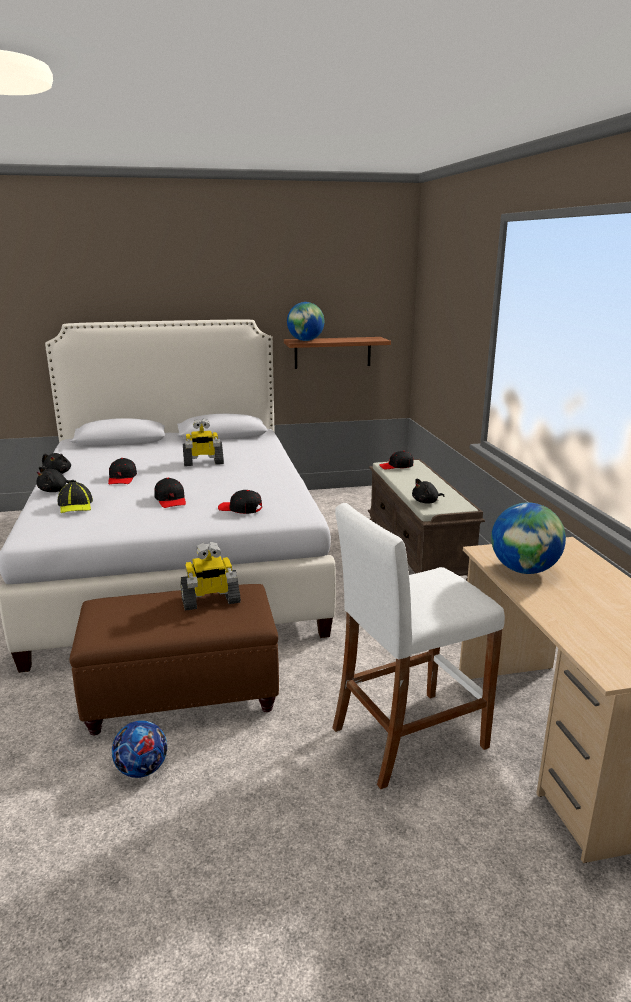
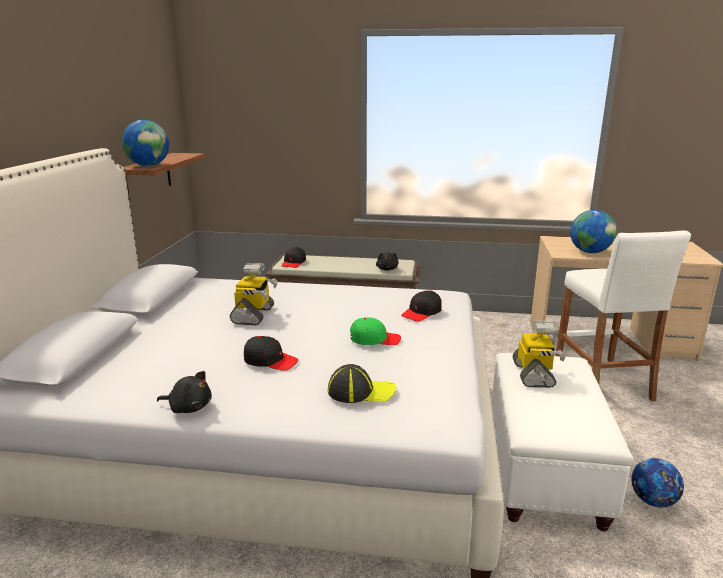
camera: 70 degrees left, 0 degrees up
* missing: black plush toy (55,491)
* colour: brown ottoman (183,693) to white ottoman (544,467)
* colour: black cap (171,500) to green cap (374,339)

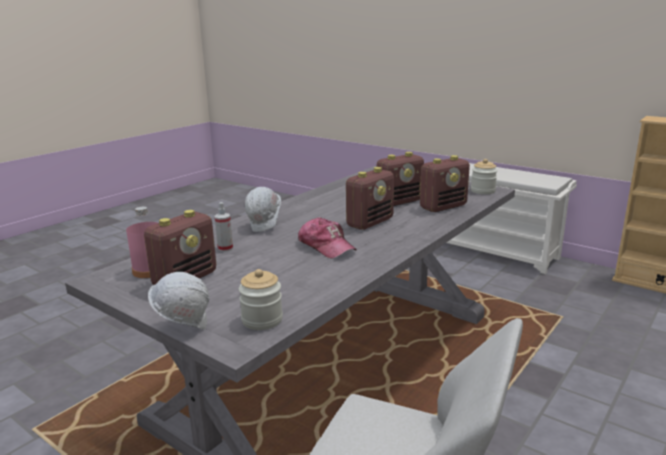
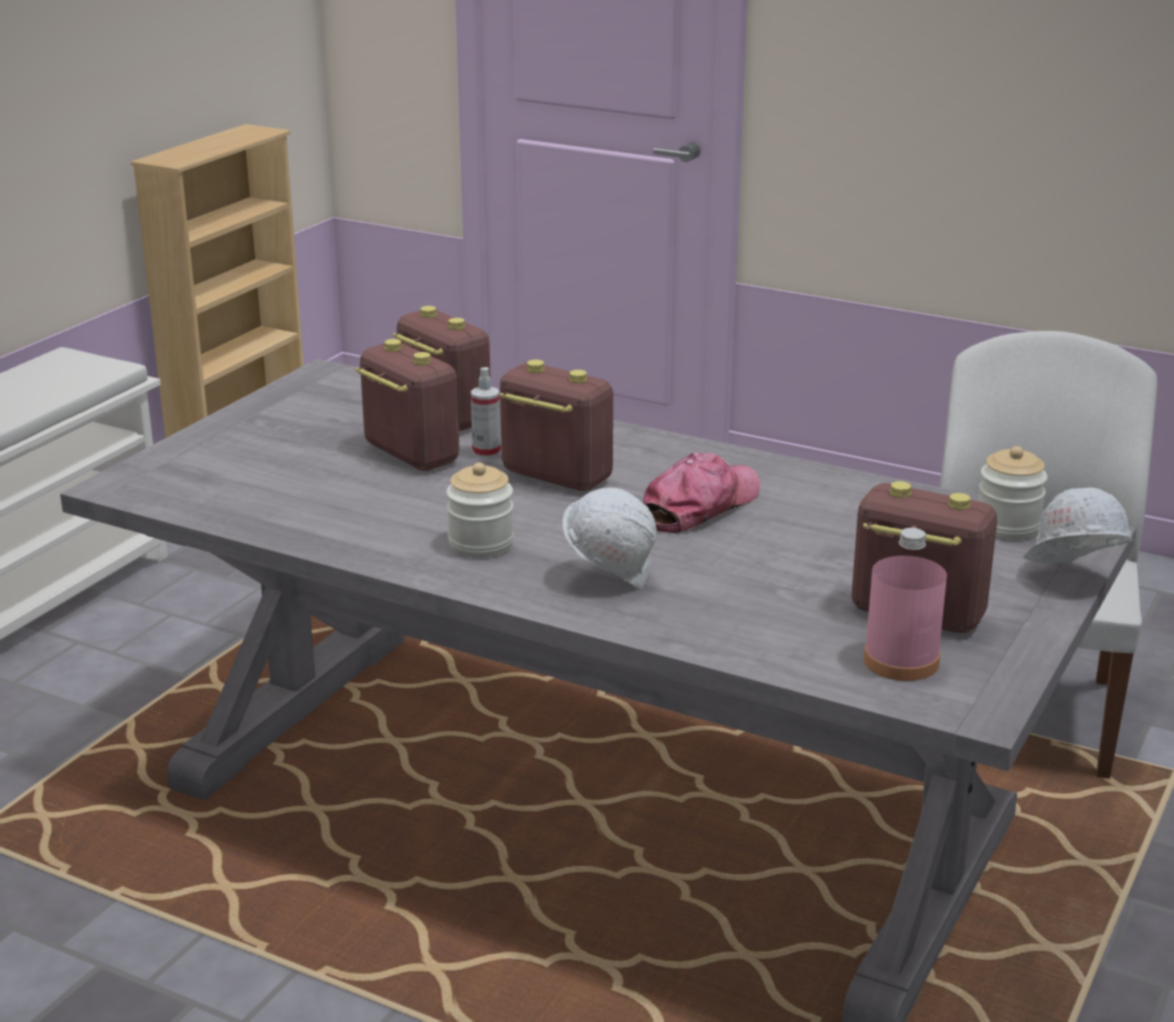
camera: 100 degrees left, 5 degrees up
* relocated: spray bottle (225,248) to (486,452)
* relocated: jar (483,191) to (481,544)

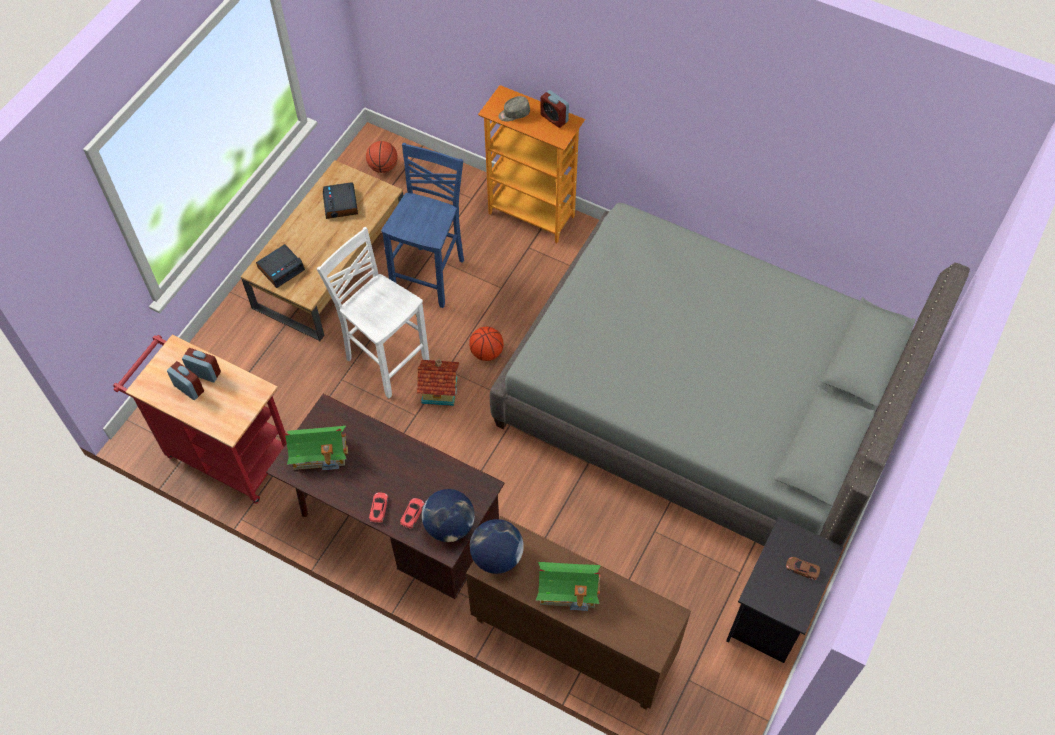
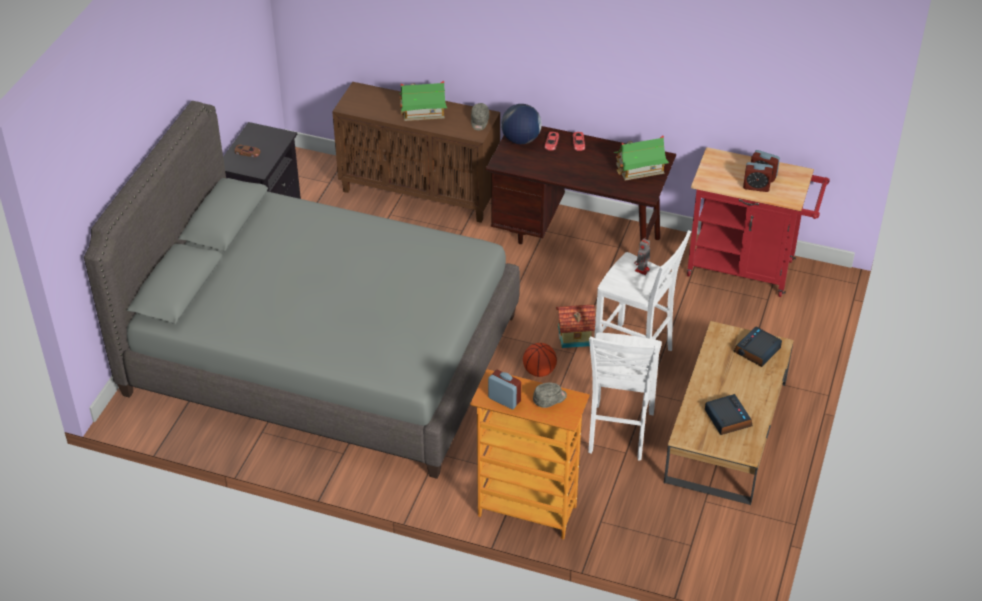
camera: 170 degrees right, 15 degrees down
* missing: basketball (383,167)
* colour: blue stool (431,275) to white stool (618,434)
* exchanged: globe (497,557) to grey cap (479,121)
* appeared: toy robot (641,270)

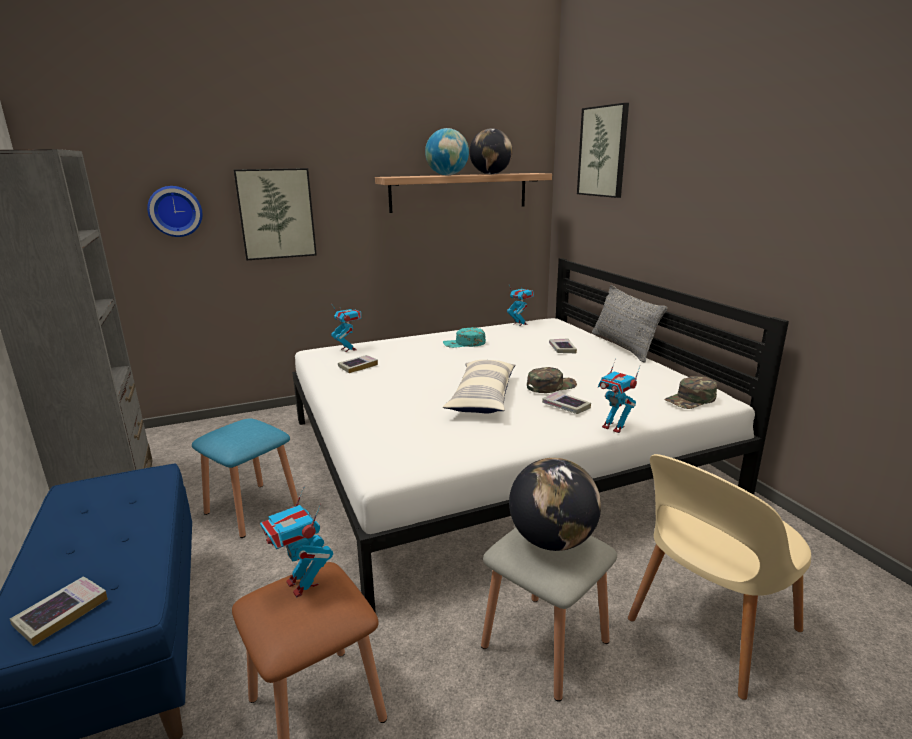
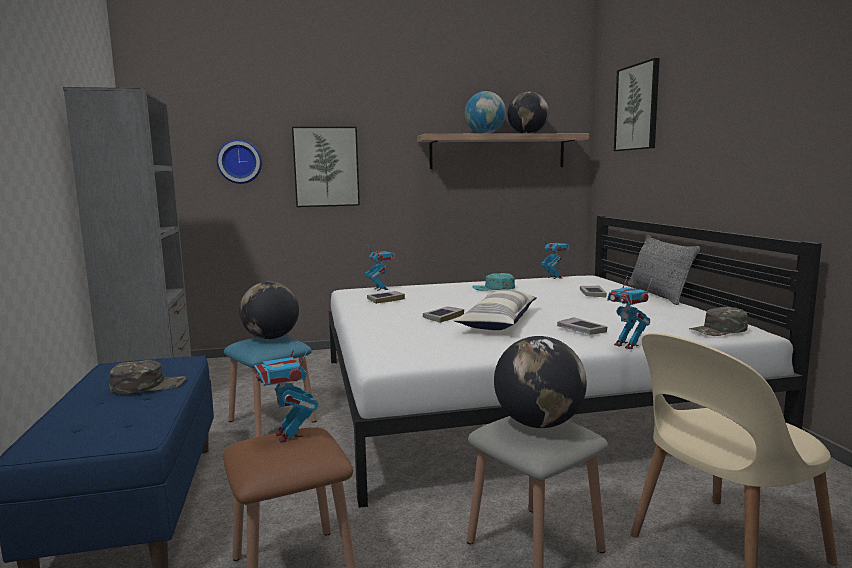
camera: 10 degrees right, 10 degrees down
* relocated: book (61,613) to (443,317)
* relocated: green cap (551,386) to (148,385)
* appeared: globe (271,338)

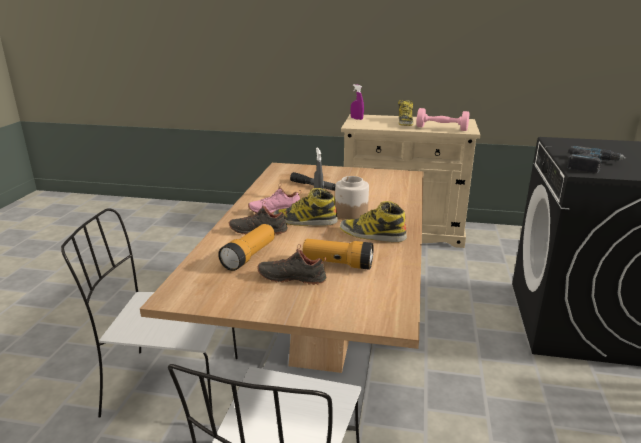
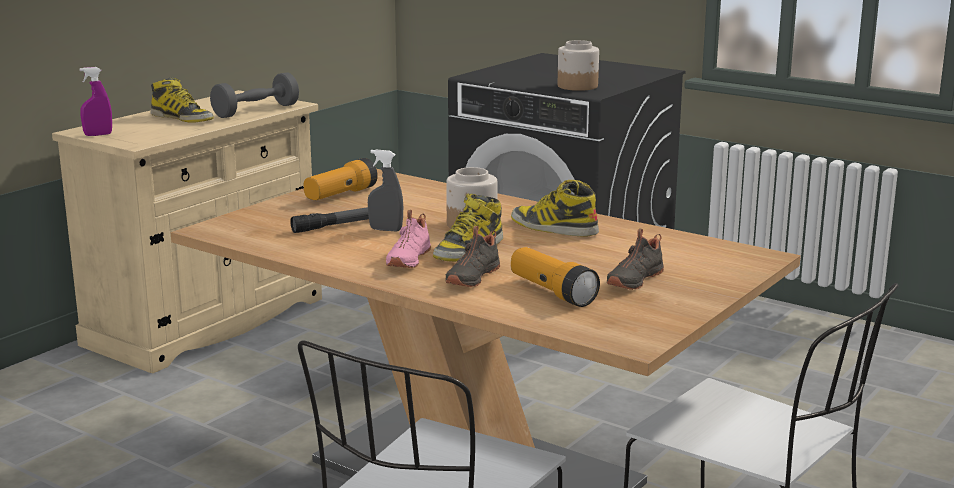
camera: 65 degrees left, 5 degrees down
* relocated: flashlight (338,264) to (340,195)
* spun: boot (372,235) = (553,228) 75 degrees clockwise
* colour: pink dumbbell (441,128) to grey dumbbell (256,111)
* exchanged: power drill (592,165) to jar (578,86)

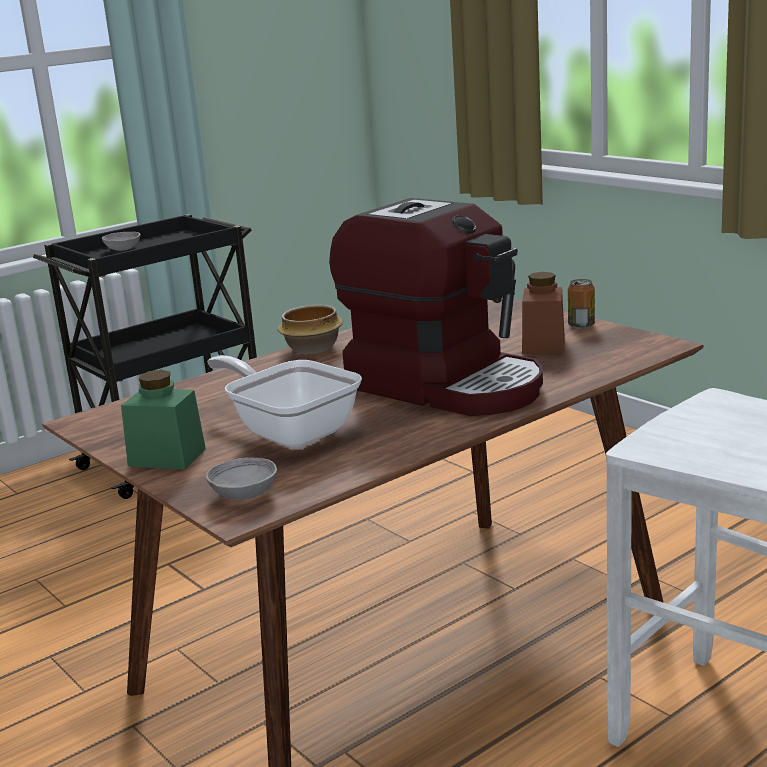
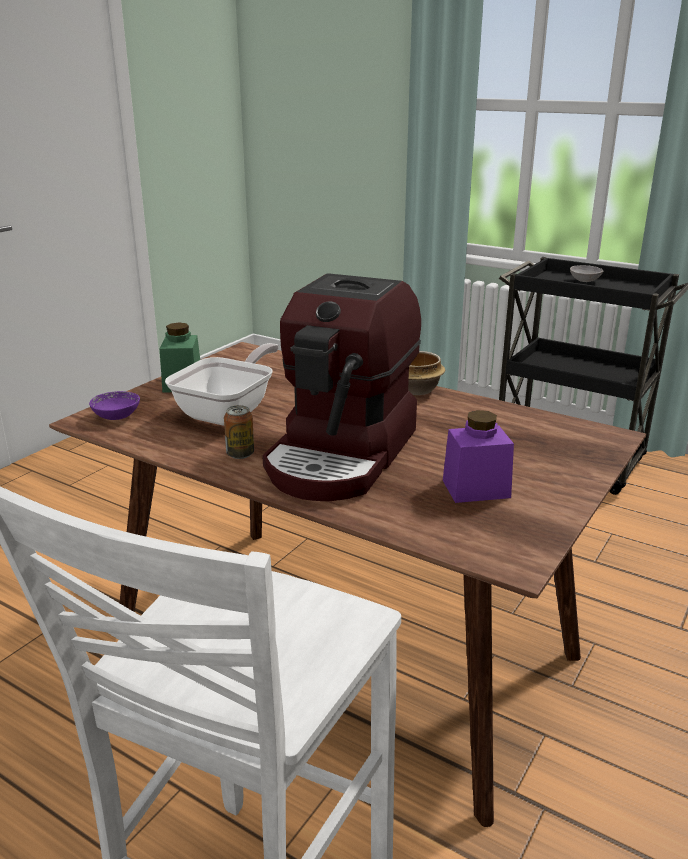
camera: 70 degrees right, 5 degrees up
* colour: grey bowl (244,494) to purple bowl (117,416)
* colour: brown jar (543,345) to purple jar (476,489)
* relocated: can (581,326) to (240,454)

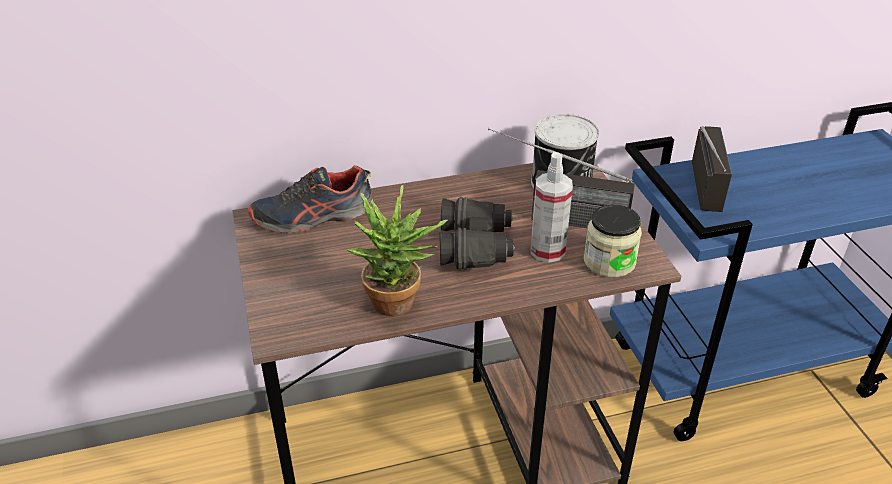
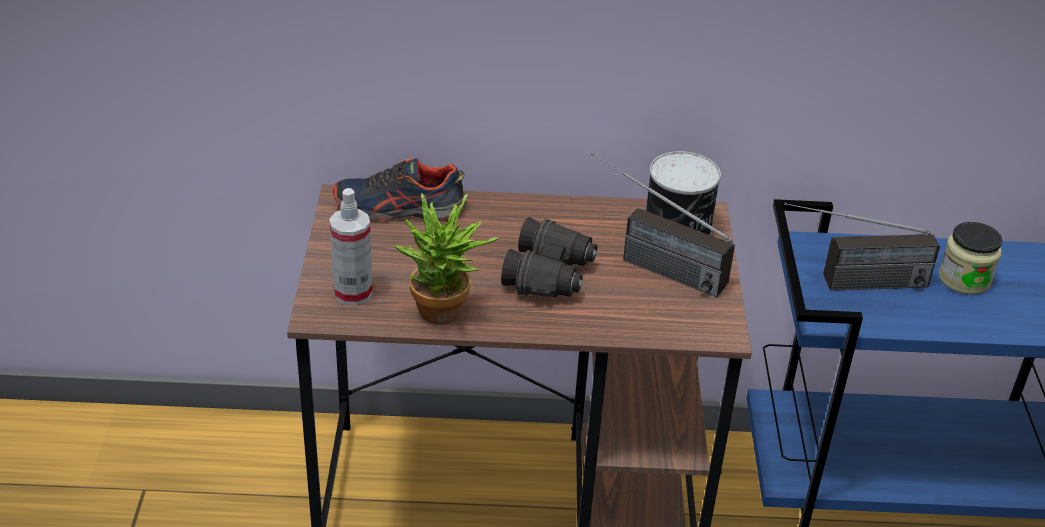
camera: 15 degrees right, 0 degrees up
* relocated: spray bottle (547,251) to (353,293)
* relocated: jar (609,262) to (964,279)
* spun: radio (711,200) = (849,284) 60 degrees clockwise

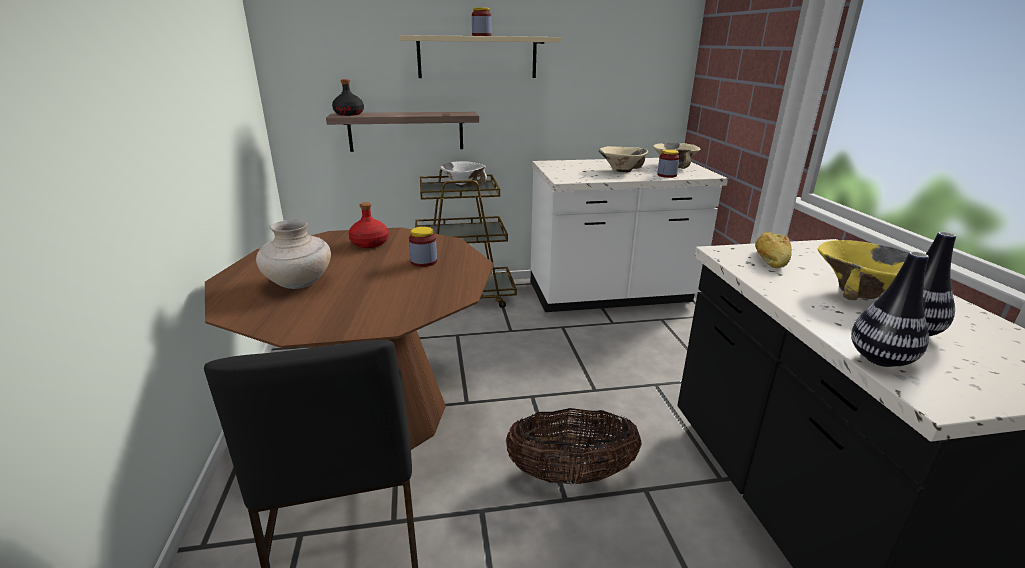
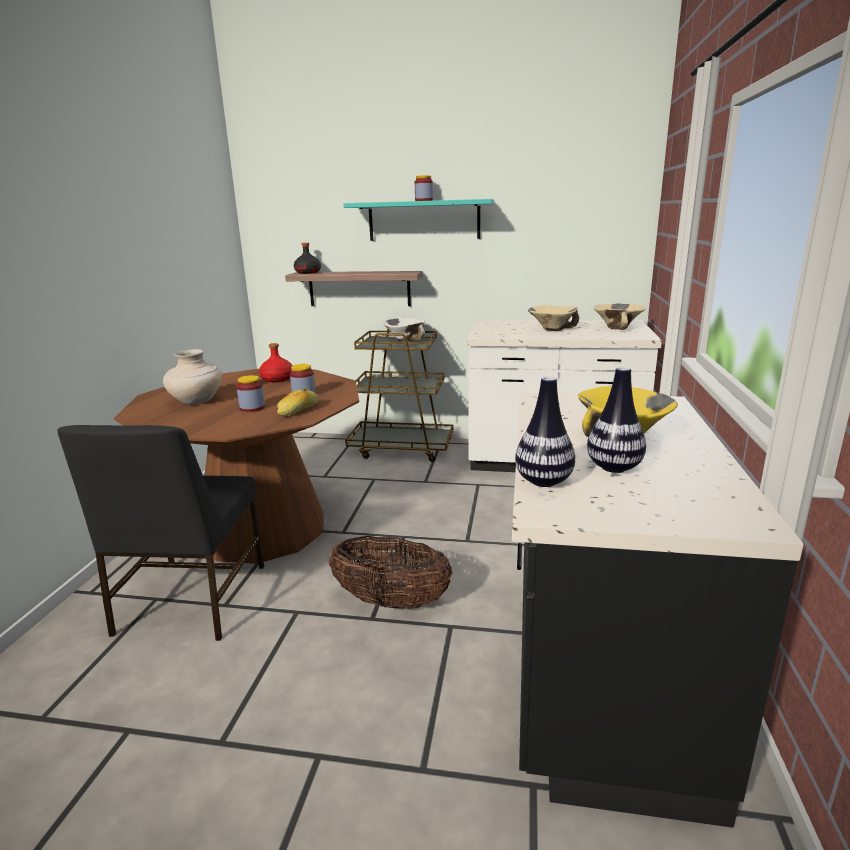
camera: 20 degrees right, 5 degrees down
* colour: beige shelf (477,57) to turquoise shelf (424,220)
* relocated: jar (667,175) to (252,408)
* relocated: bread (769,259) to (298,411)

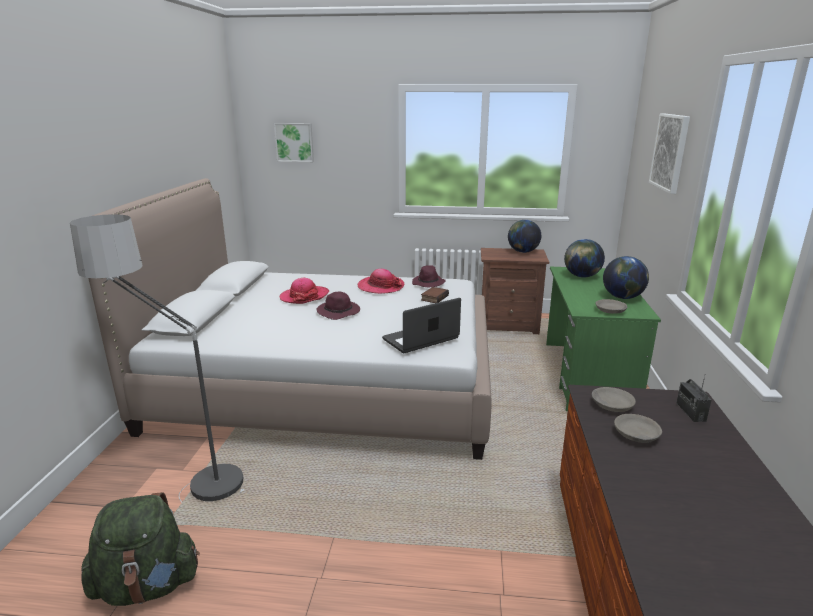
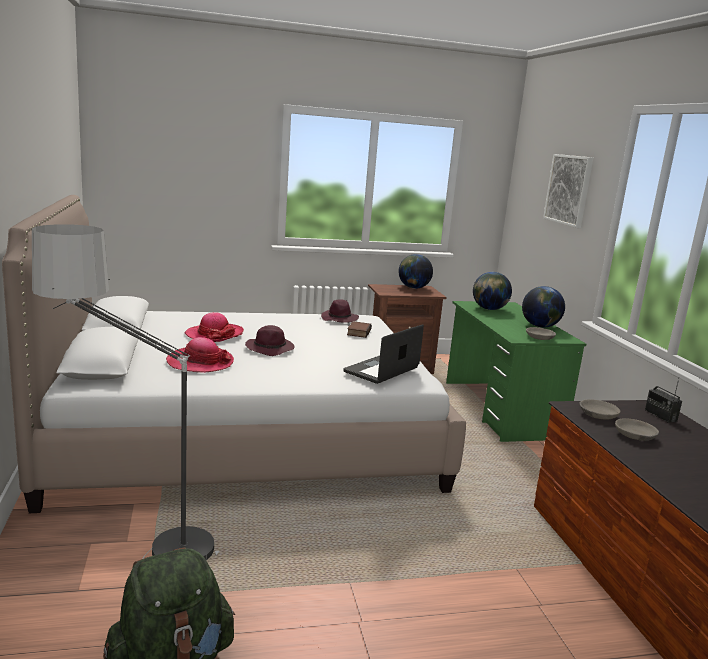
camera: 20 degrees left, 5 degrees down
* missing: picture (294,142)
* relocated: hat (381,286) to (200,362)

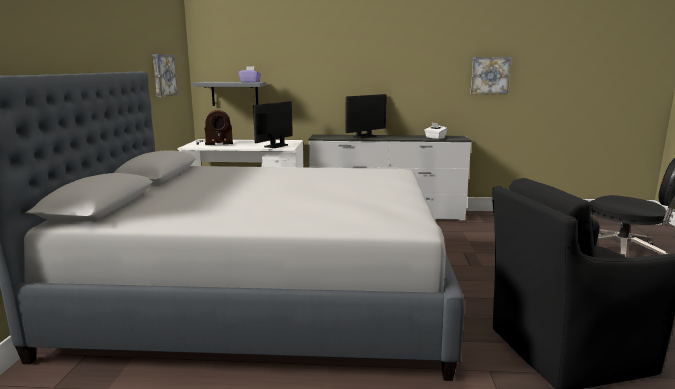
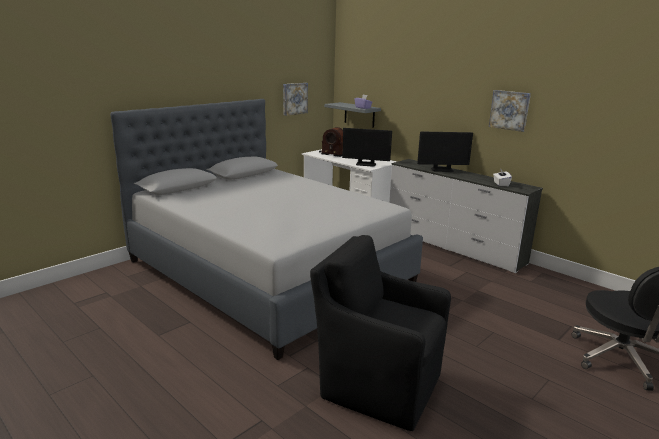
camera: 40 degrees right, 5 degrees up
* spun: monitor (276,146) = (366,164) 150 degrees counterclockwise
* relocated: picture (489,75) to (510,110)

